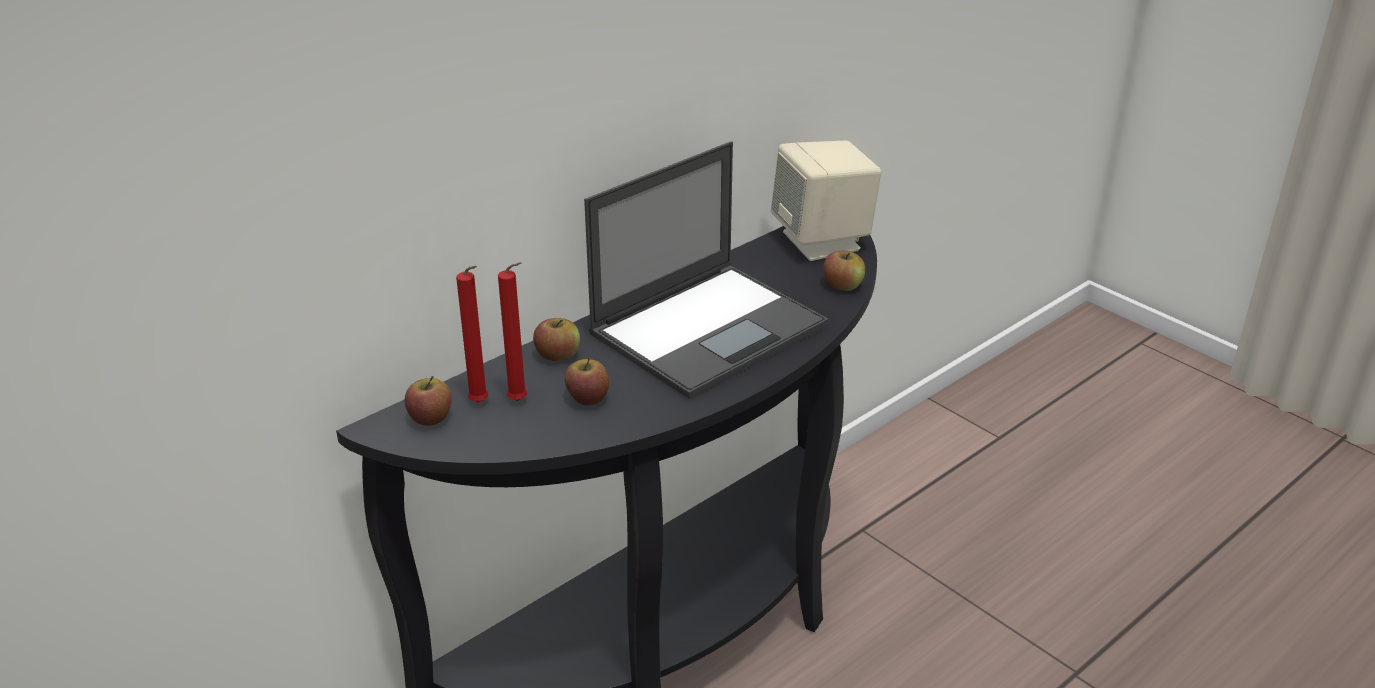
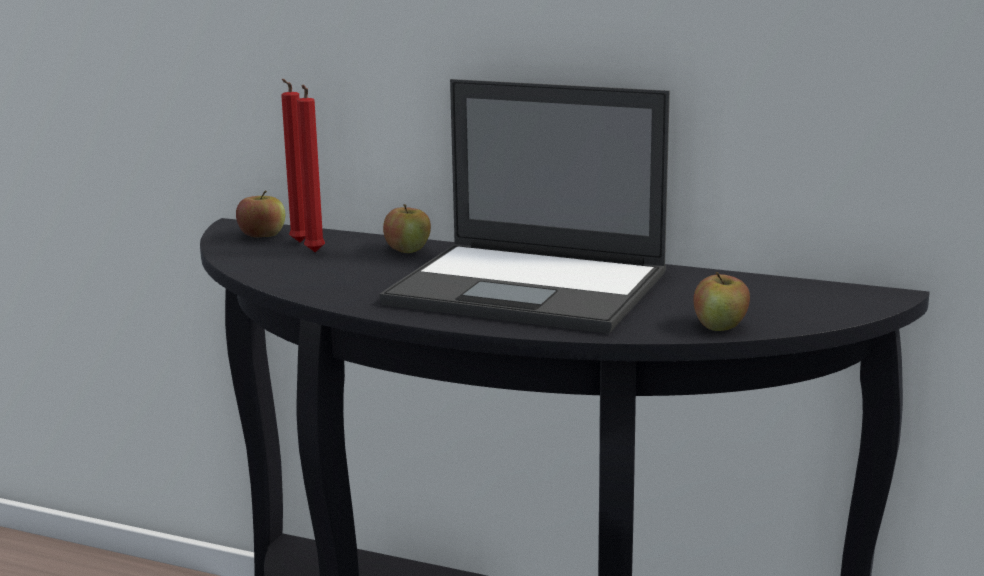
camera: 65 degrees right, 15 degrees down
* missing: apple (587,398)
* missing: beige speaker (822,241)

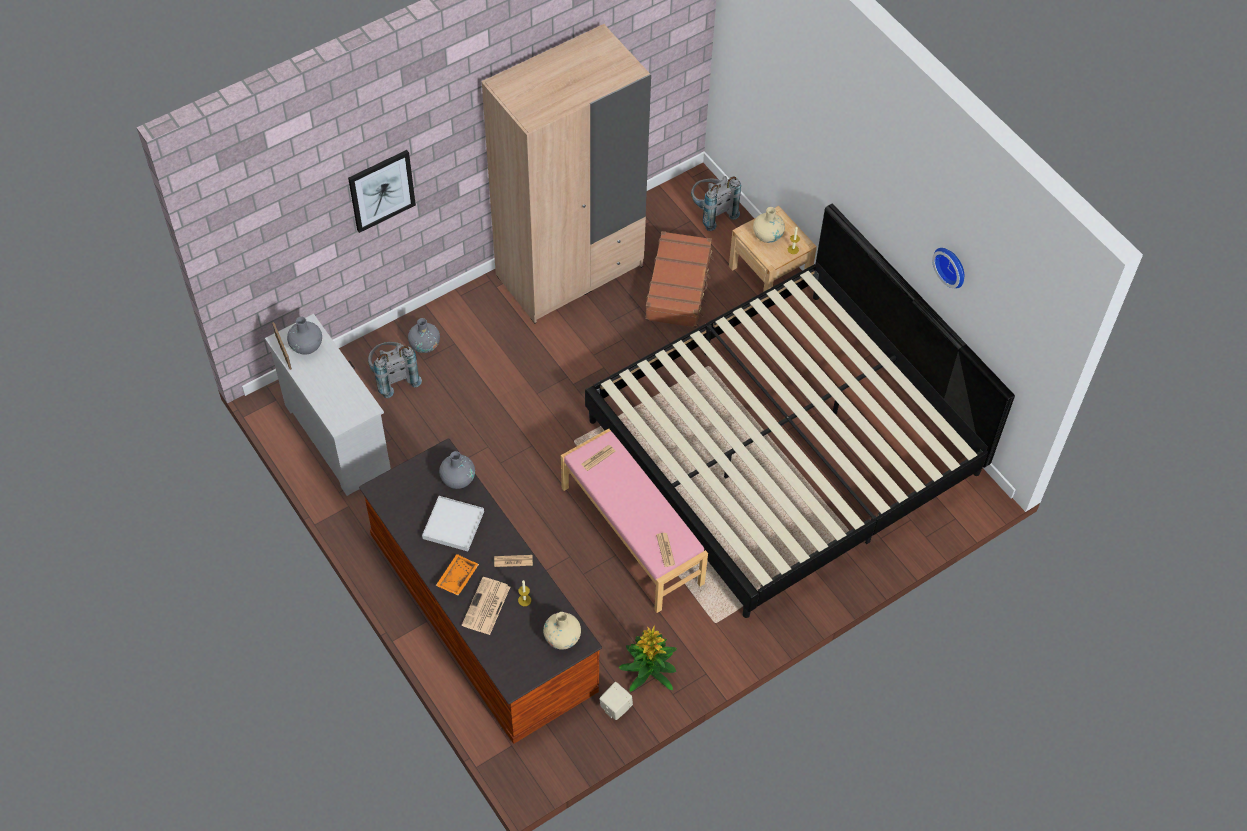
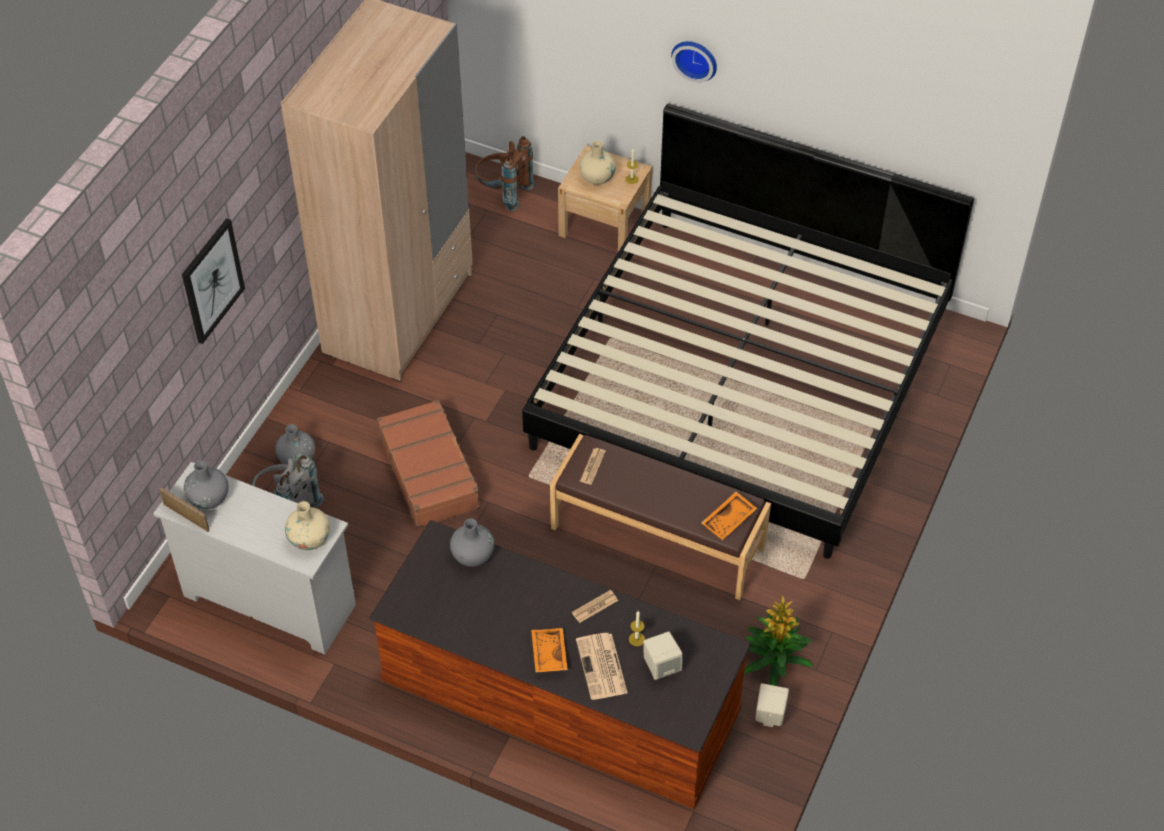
camera: 30 degrees left, 5 degrees down
* missing: white tray (453,525)
* relocated: beige vase (562,638) to (309,539)
* colour: pink bench (632,535) to brown bench (658,537)
* relocated: brown suitcase (679,287) to (430,472)
* exchanged: newspaper (665,550) to orange tray (729,520)
* colour: grey backpack (711,213) to brown backpack (503,193)
* relocated: wall clock (952,266) to (695,58)
* appeared: beige speaker (662,666)

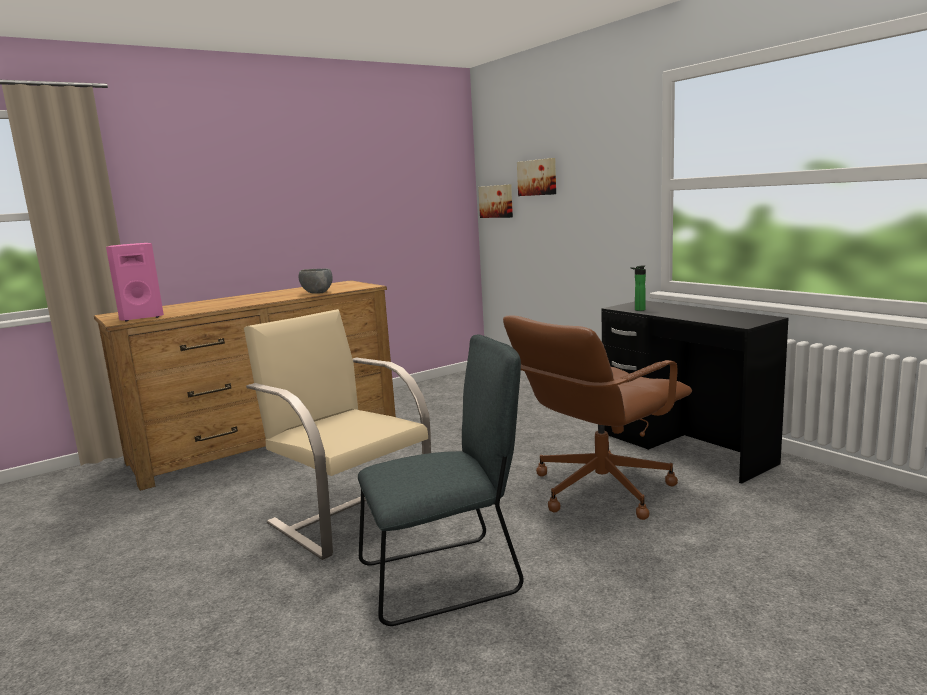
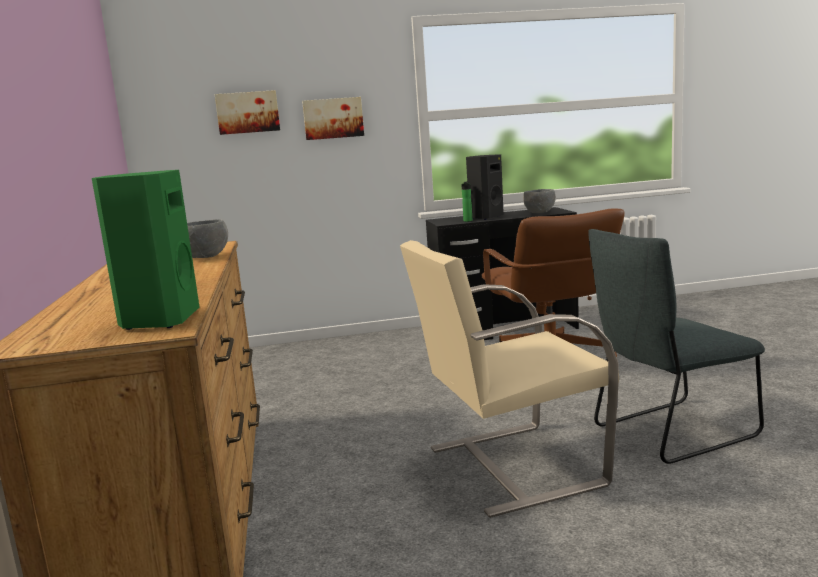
camera: 65 degrees left, 0 degrees up
* colour: pink speaker (142,317) to green speaker (158,321)
* spun: grey chair (447,577) = (669,433) 120 degrees counterclockwise
* relocated: picture (496,201) to (333,118)
* appeared: black speaker (485,217)
* appeared: grey bowl (540,213)

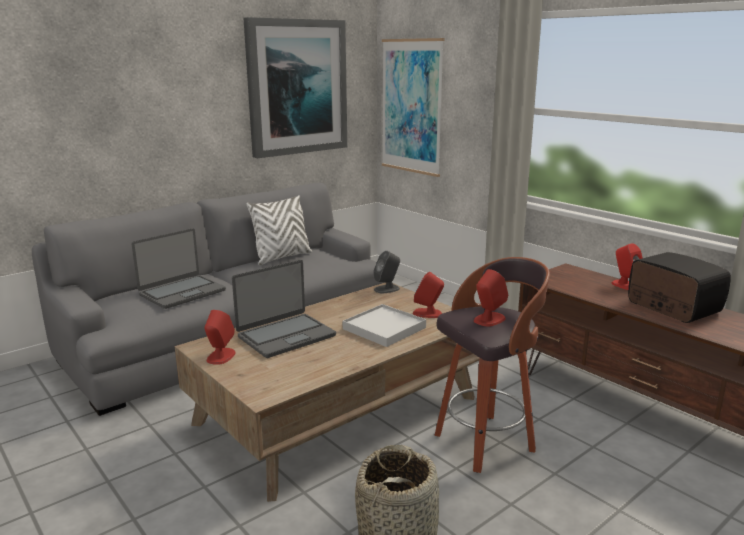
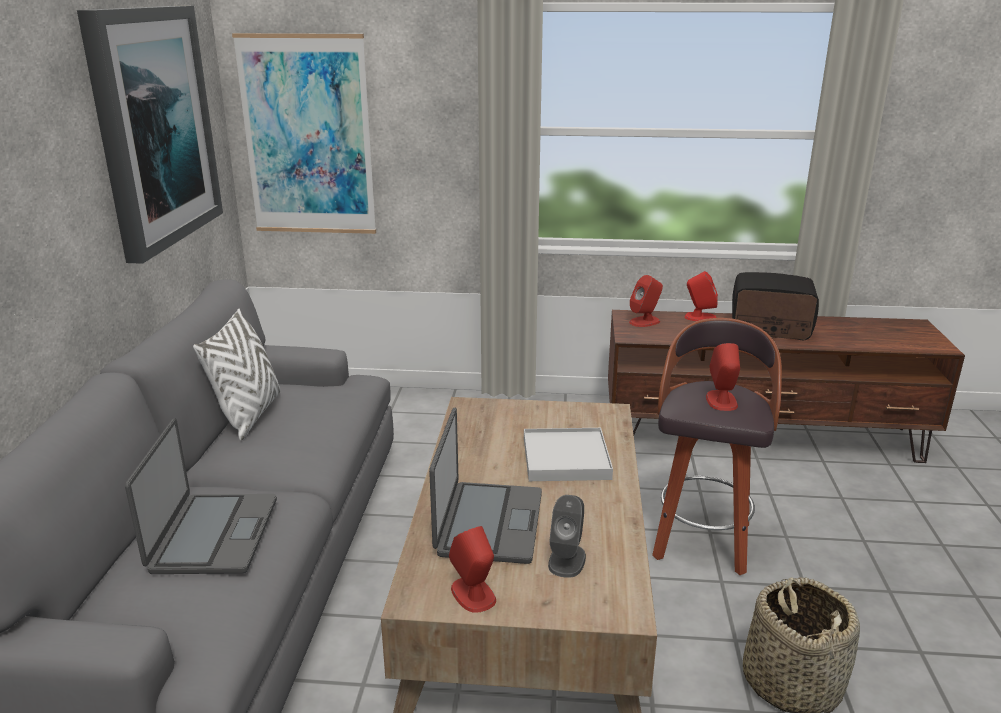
camera: 45 degrees left, 5 degrees up
* relocated: grey speaker (387,289) to (567,560)
* relocated: red speaker (427,313) to (645,321)

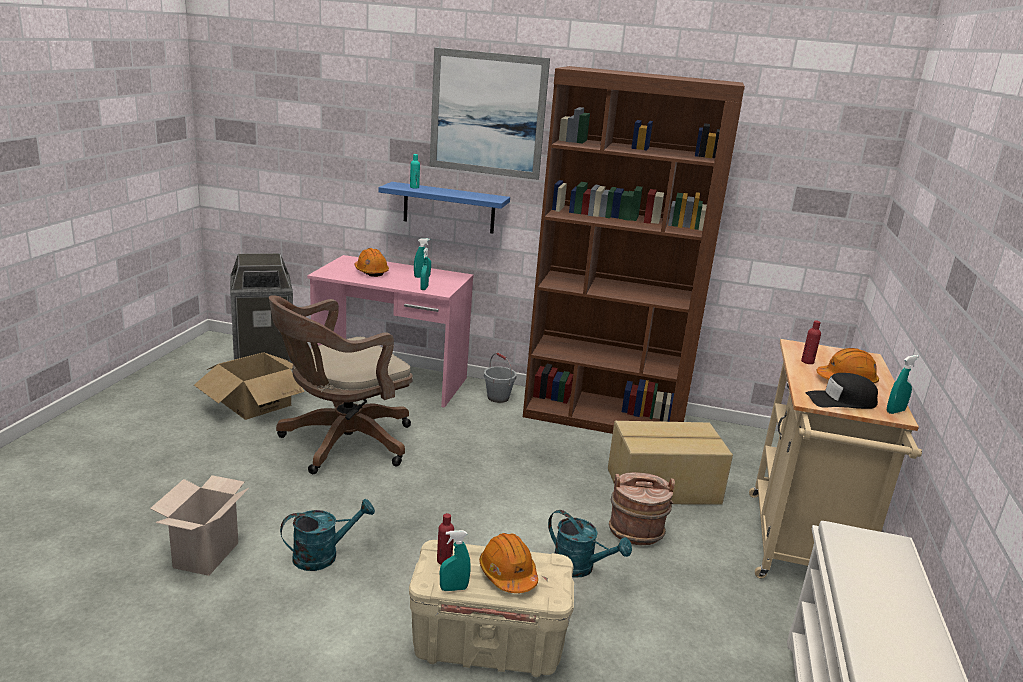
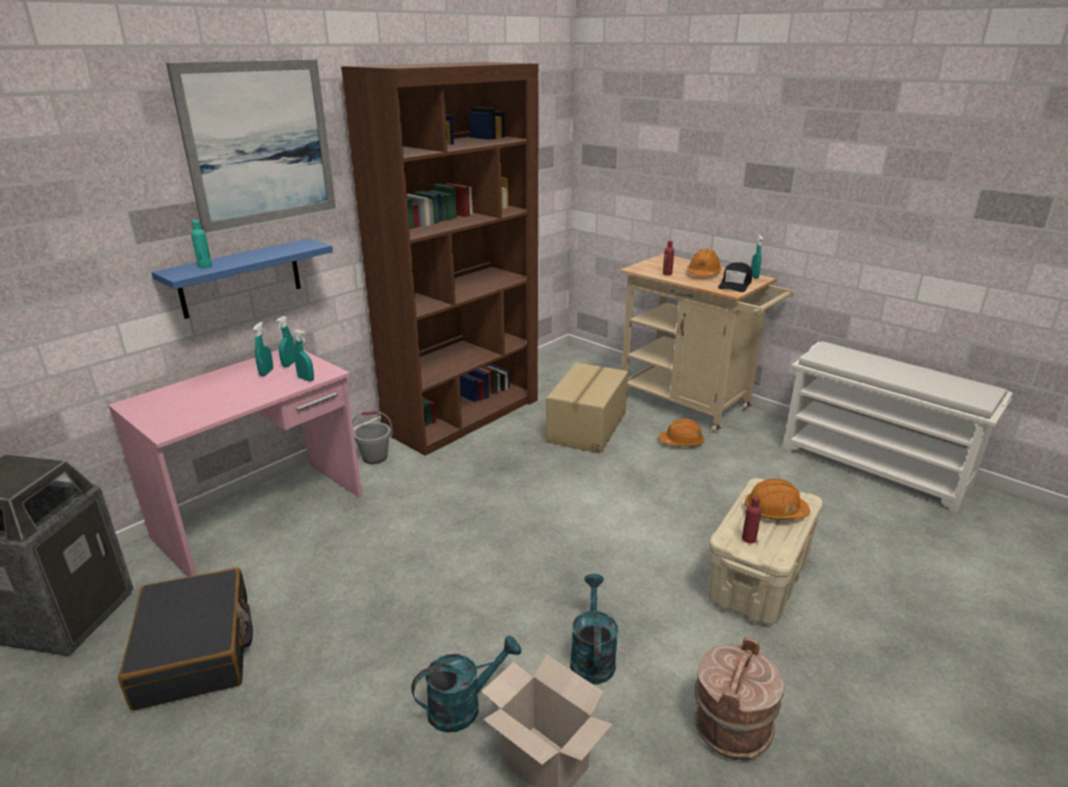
camera: 60 degrees left, 5 degrees up
* exchanged: cardboard box (256,403) to black suitcase (196,650)
* missing: brown office chair (341,444)
* relocated: orange hard hat (371,271) to (681,442)
* relocated: turquoise spray bottle (453,588) to (289,364)
* relocated: turquoise watering can (580,568) to (463,706)
* relocated: brown bucket (636,531) to (730,727)

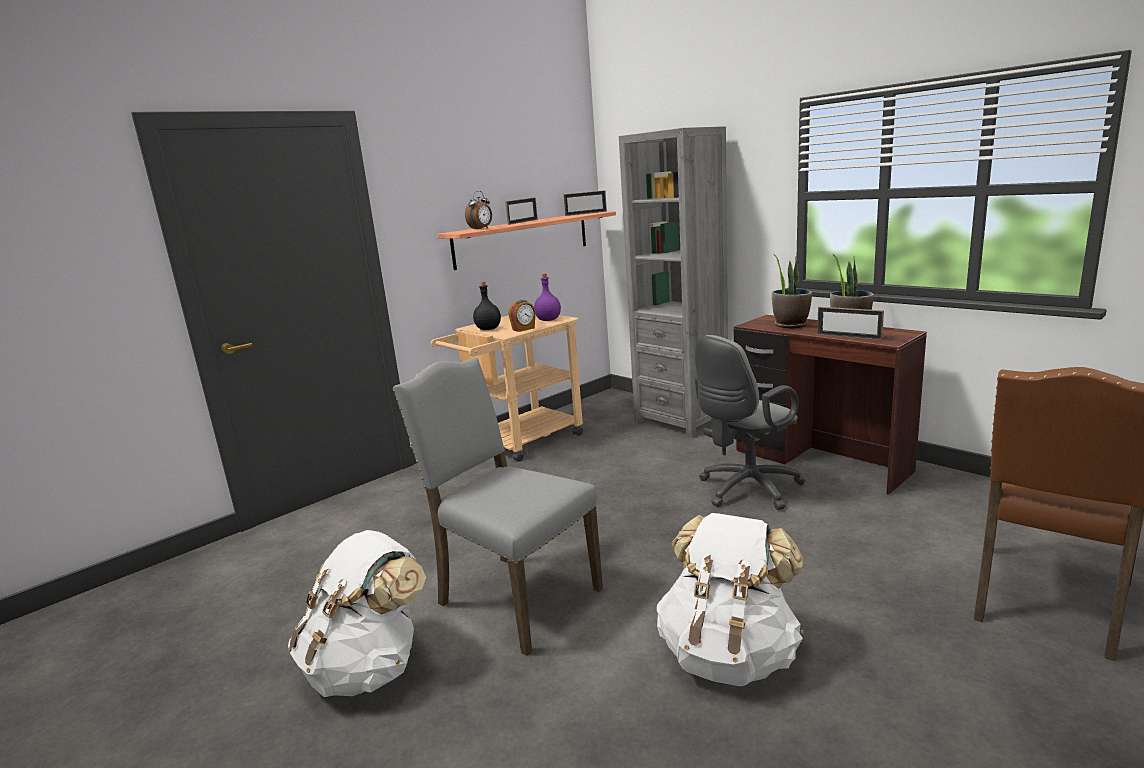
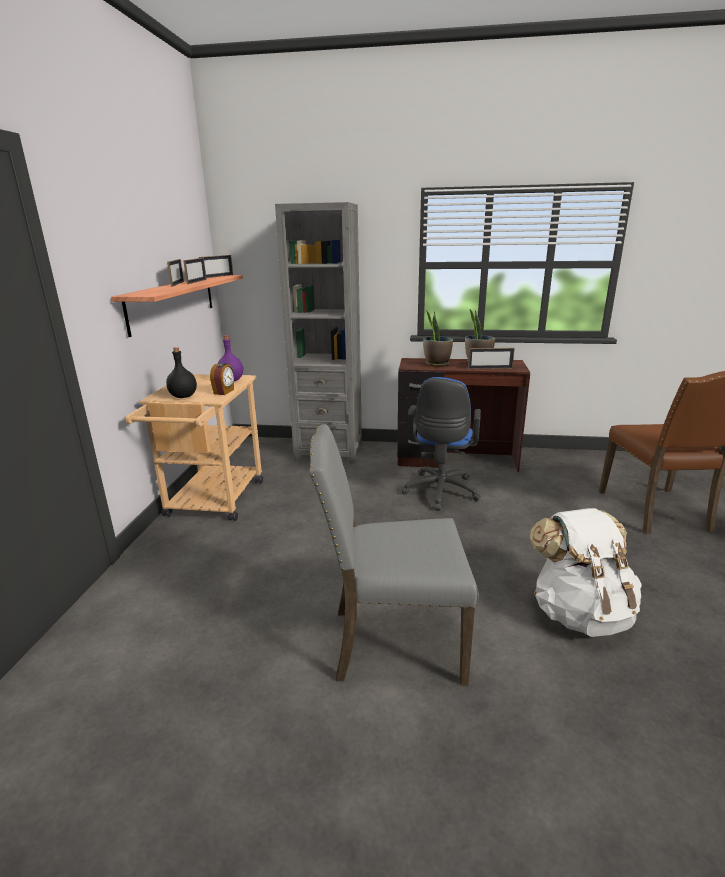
camera: 40 degrees left, 5 degrees up
* missing: white backpack (369,668)
* missing: alarm clock (481,229)
* colour: grey office chair (745,490) to blue office chair (440,493)
* appeared: picture frame (197,281)

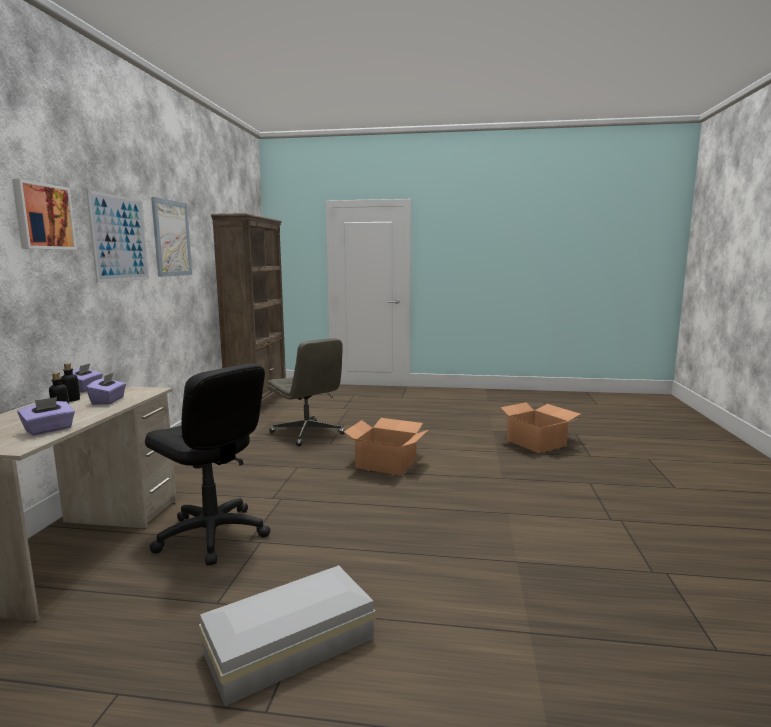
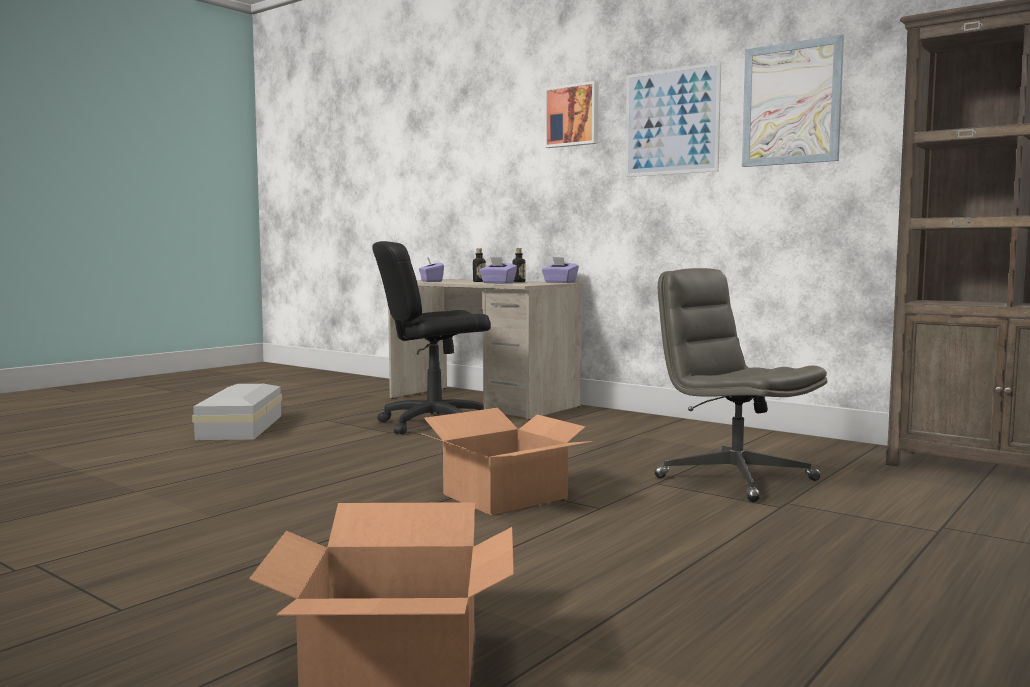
camera: 120 degrees right, 5 degrees down
* spun: grey office chair (308,433) = (734,478) 60 degrees clockwise

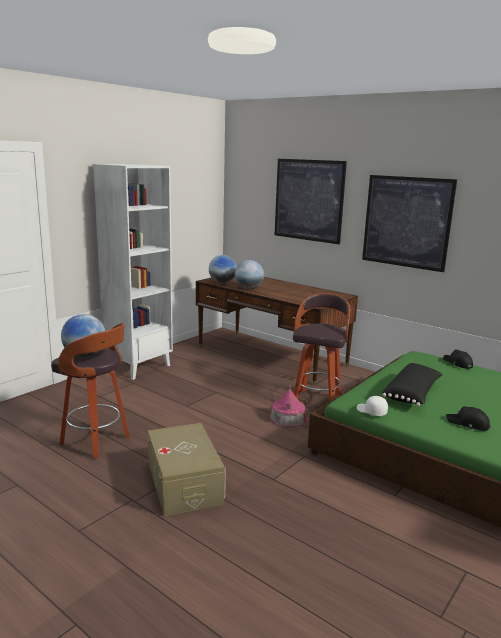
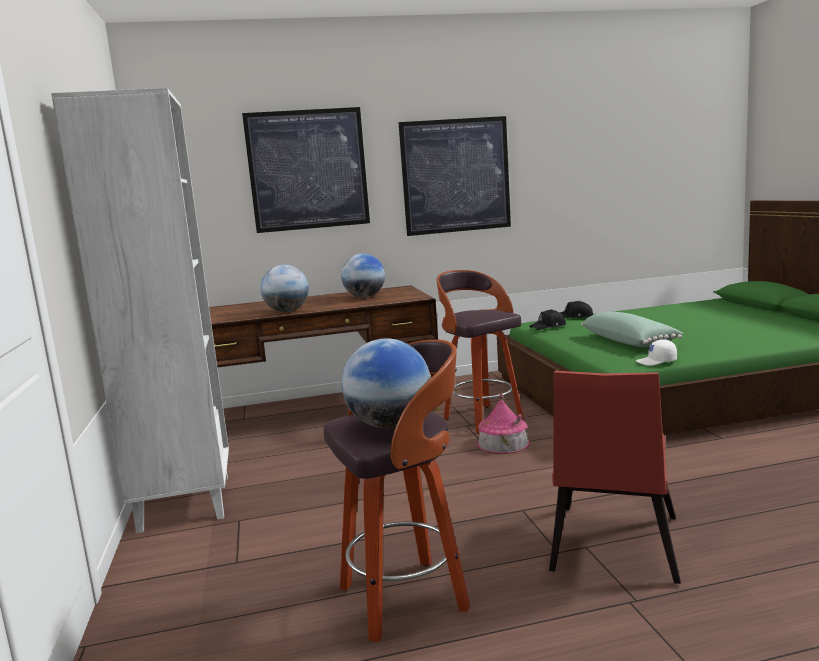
camera: 50 degrees left, 5 degrees down
* exchanged: beige storage box (184,483) to red chair (612,548)
* relocated: globe (222,282) to (365,297)
* colour: black pillow (413,394) to green pillow (629,342)
* relocated: black cap (468,424) to (548,326)

